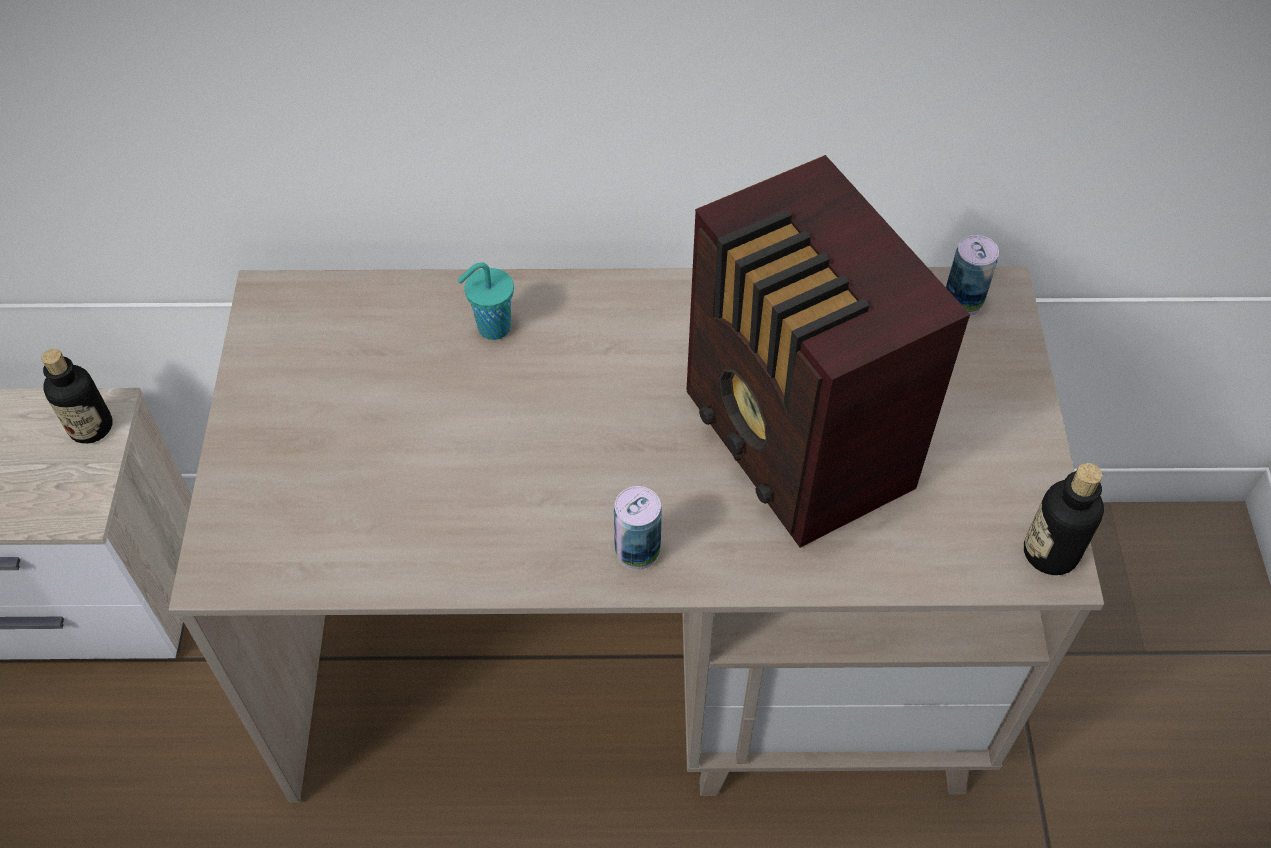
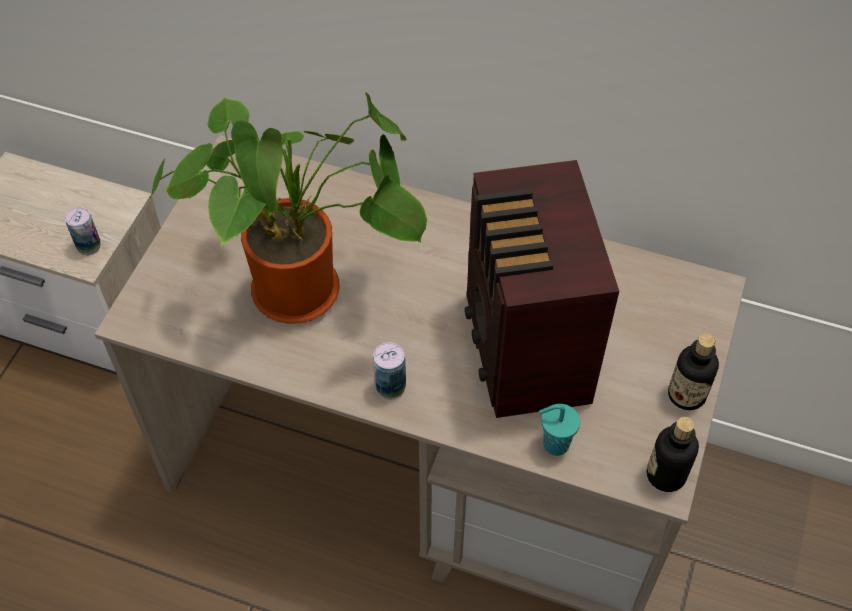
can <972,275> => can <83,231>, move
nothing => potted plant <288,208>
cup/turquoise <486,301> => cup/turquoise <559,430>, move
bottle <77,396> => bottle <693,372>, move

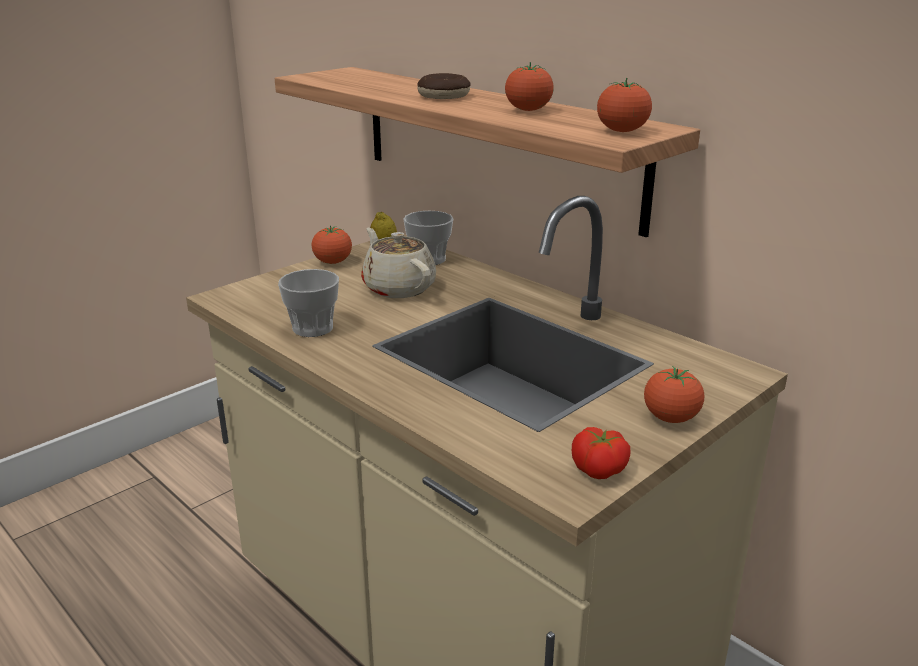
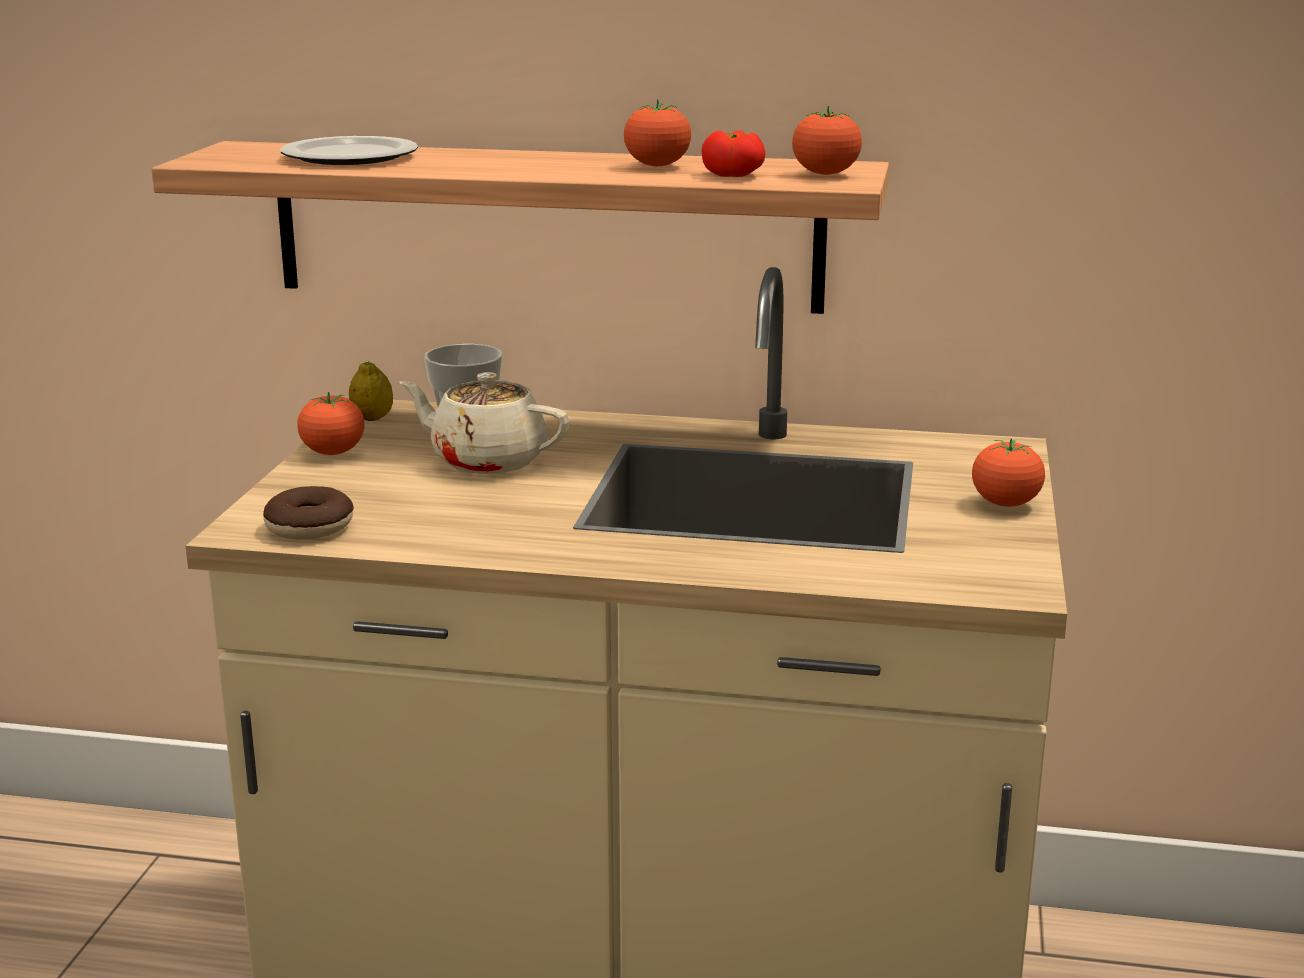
donut <443,86> => donut <308,512>, move
nothing => plate <349,150>
tomato <601,453> => tomato <733,154>, move
cup <308,303> => nothing

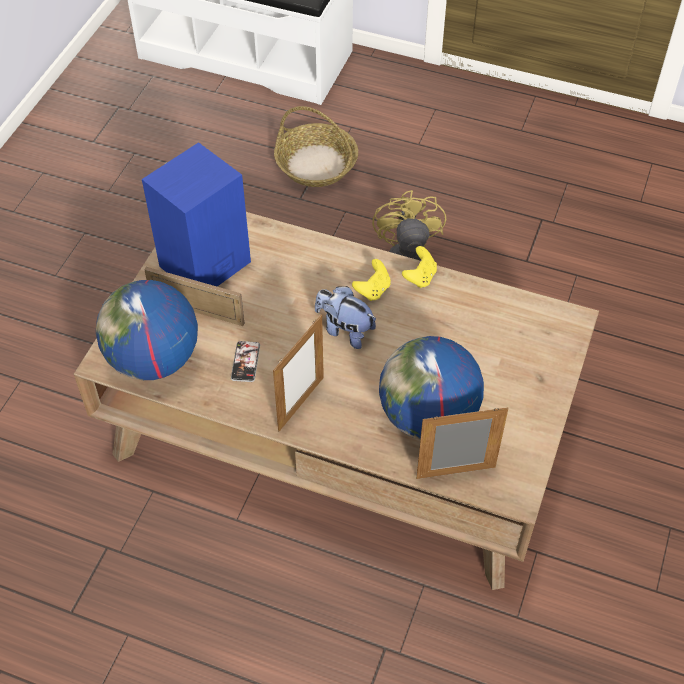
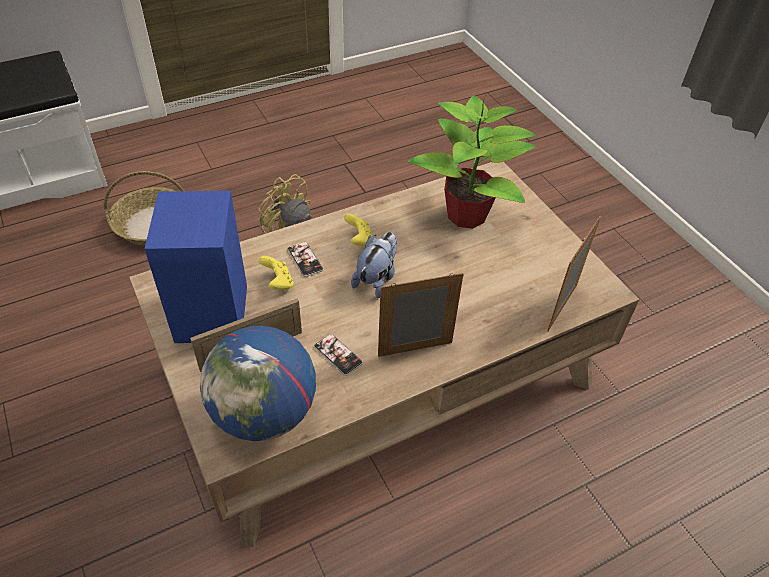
game controller/yellow <419,267> => game controller/yellow <276,273>, move
nothing => phone <306,259>
plush toy <345,317> => plush toy <374,265>, 135 degrees clockwise
picture frame <298,373> => picture frame <420,315>, 90 degrees counterclockwise
nothing => potted plant <472,161>
globe <431,387> => nothing

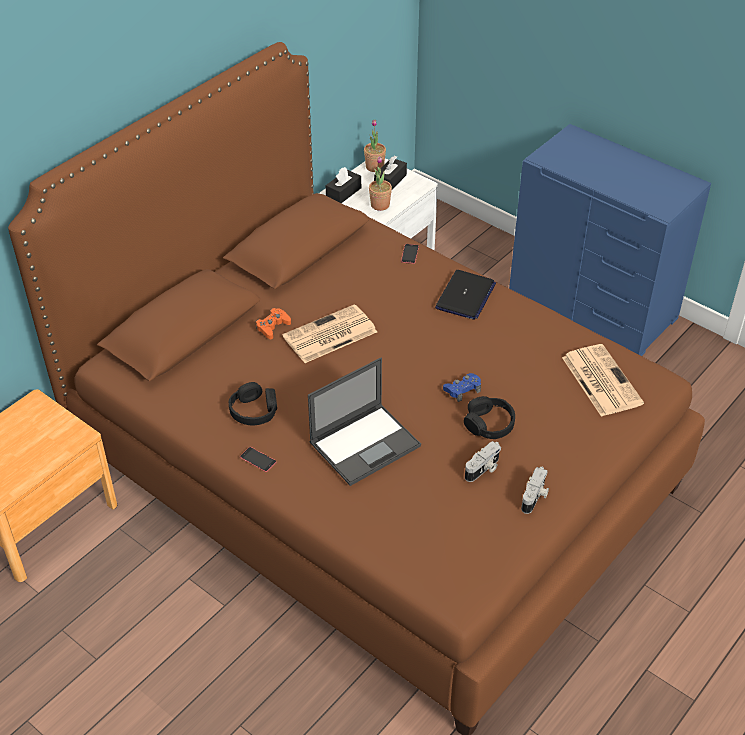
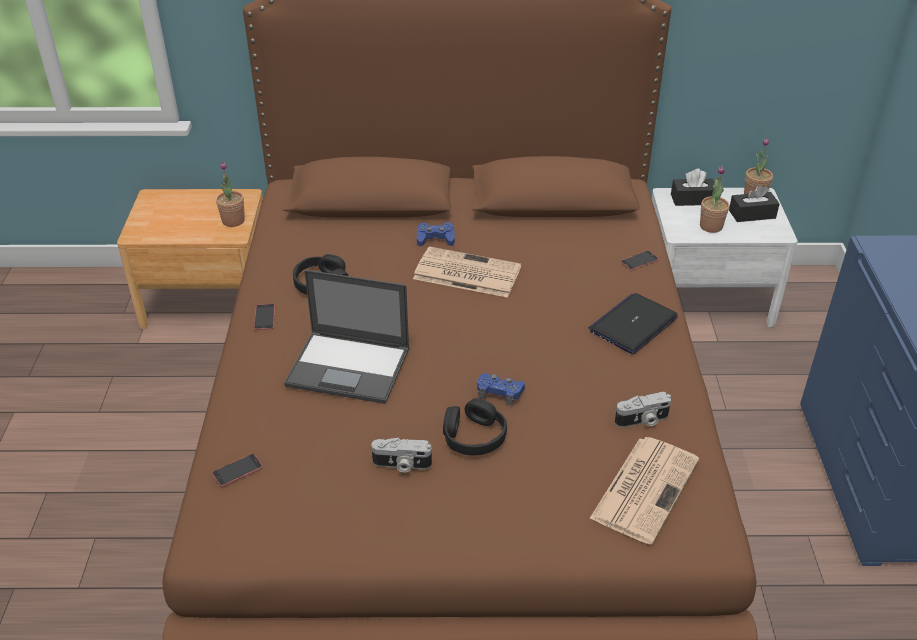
nothing => phone <237,470>
nothing => potted plant <230,194>
game controller/orange <273,323> => game controller/blue <436,234>
laptop <465,295> => laptop <633,323>, 150 degrees clockwise
photo camera <535,490> => photo camera <643,410>, move

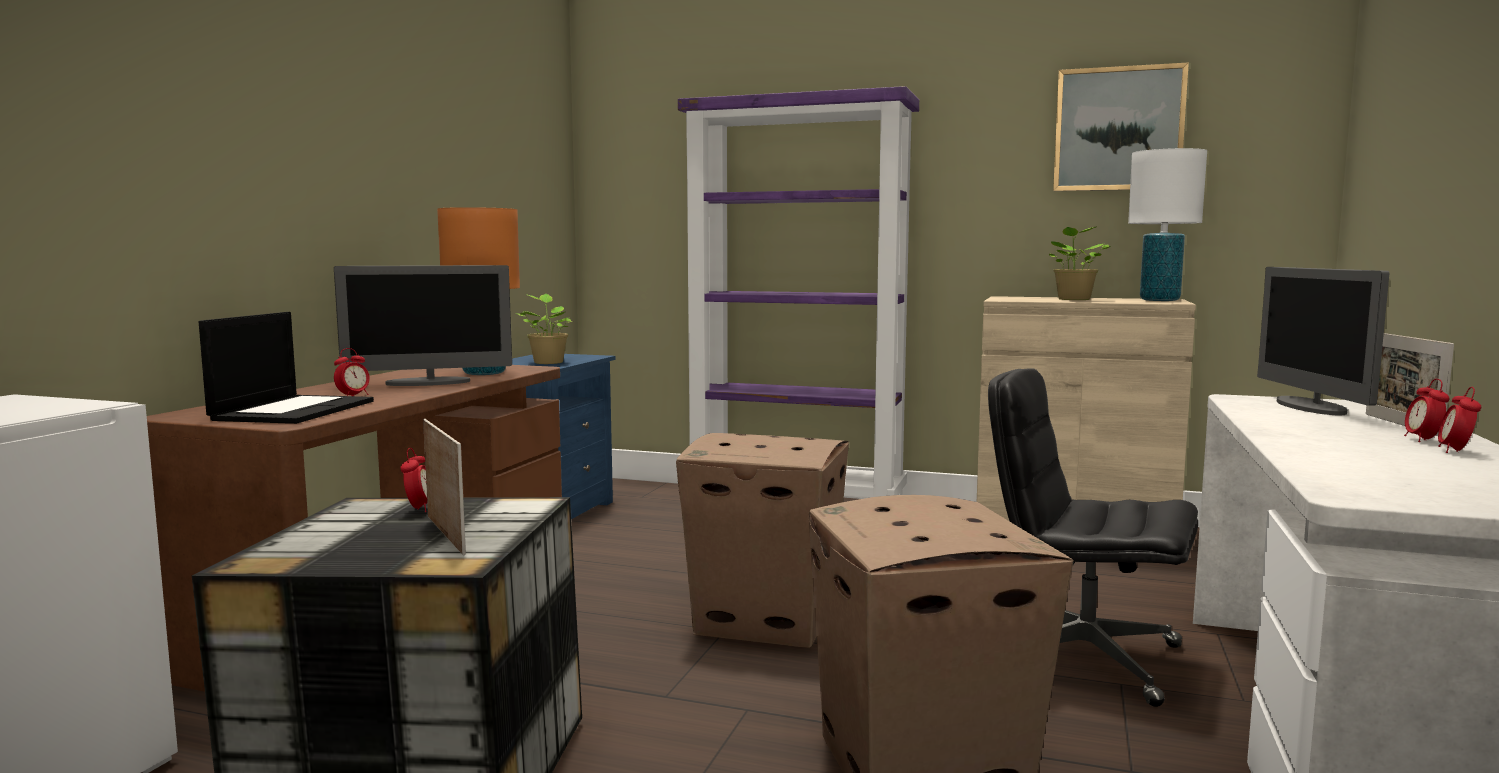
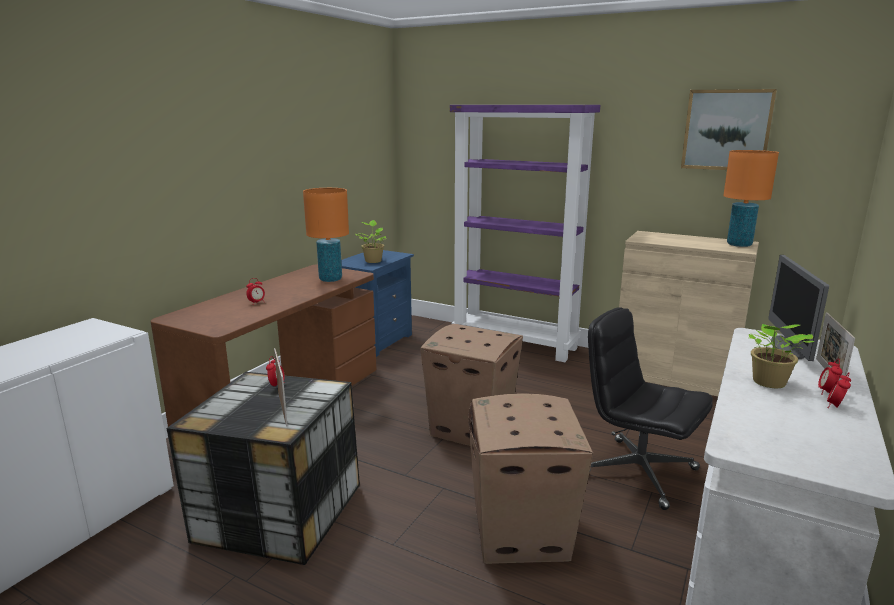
table lamp/white <1167,224> => table lamp/orange <751,198>
potted plant <1080,263> => potted plant <782,356>, move
laptop <286,368> => nothing
monitor <423,325> => nothing

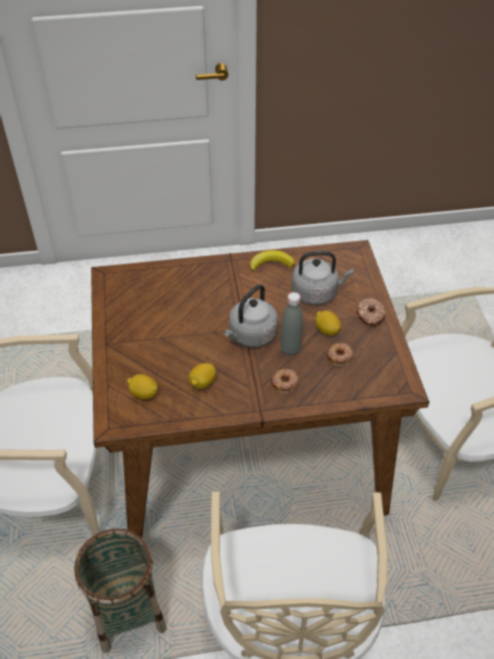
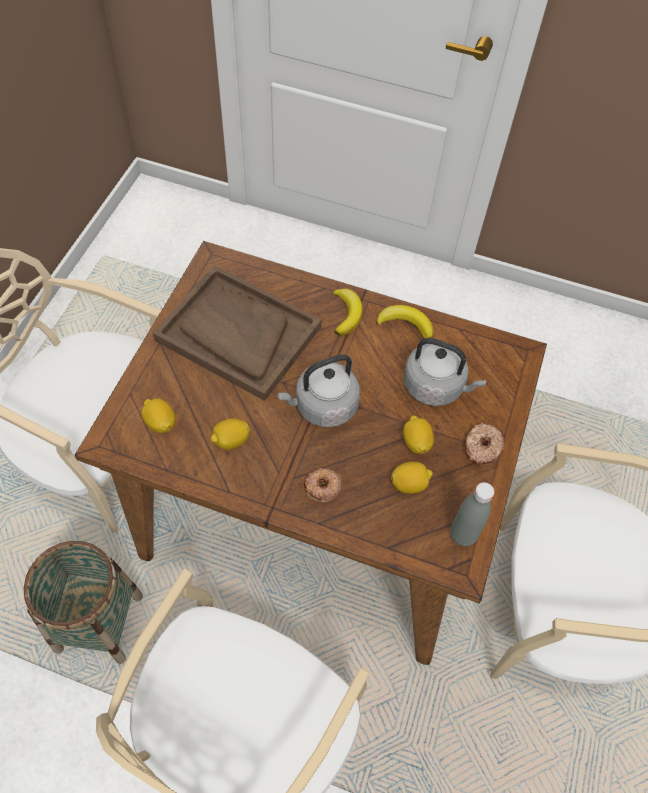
nothing => tray/brown <237,333>
nothing => banana <348,312>
donut <339,354> => lemon <412,478>
bottle/grey <291,324> => bottle/grey <472,514>, move

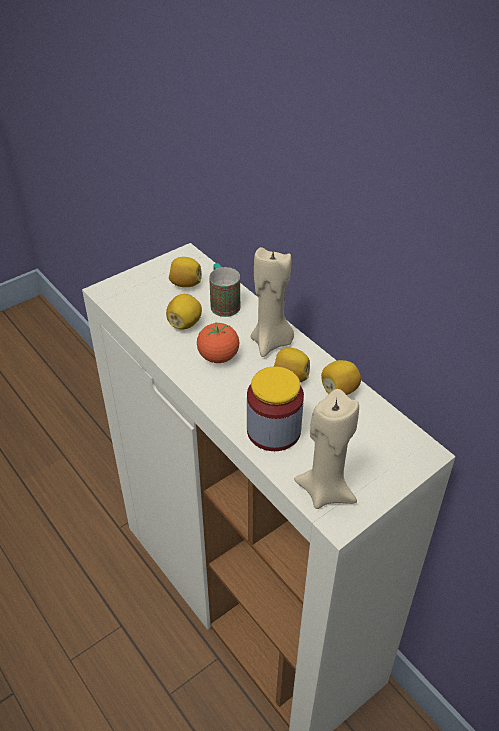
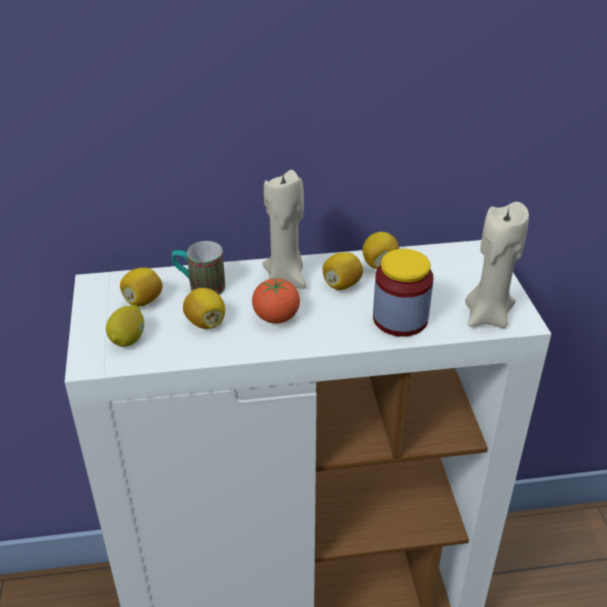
nothing => lemon <125,326>

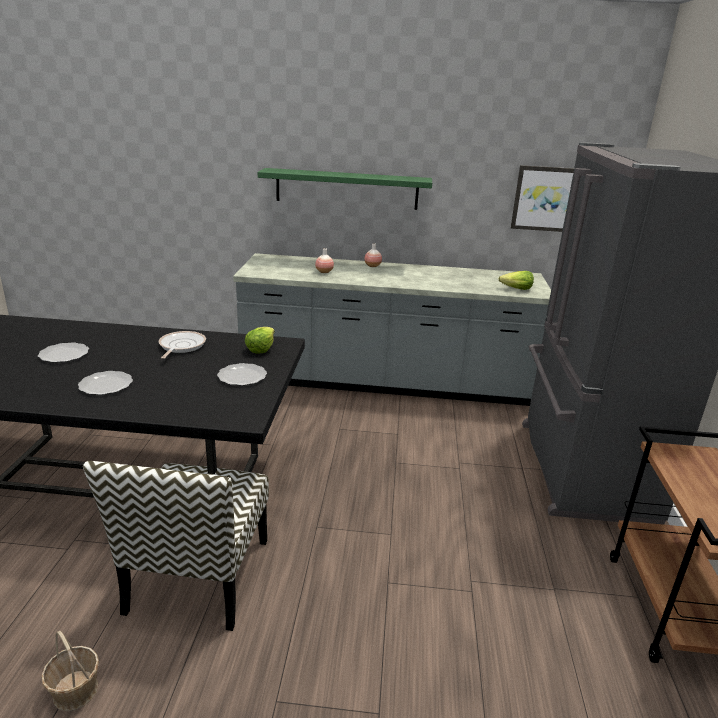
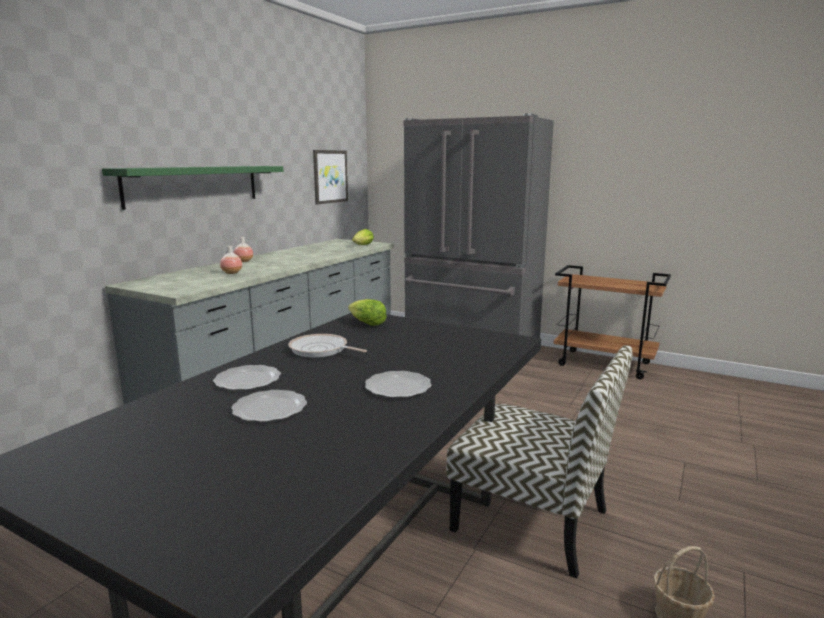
plate <242,374> => plate <247,377>, move

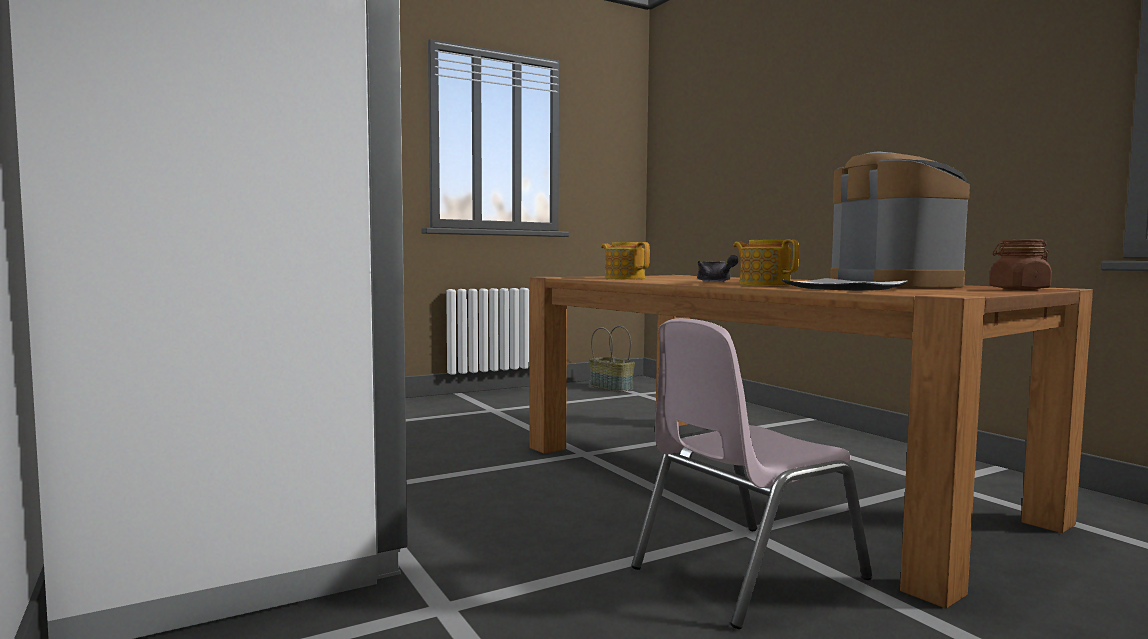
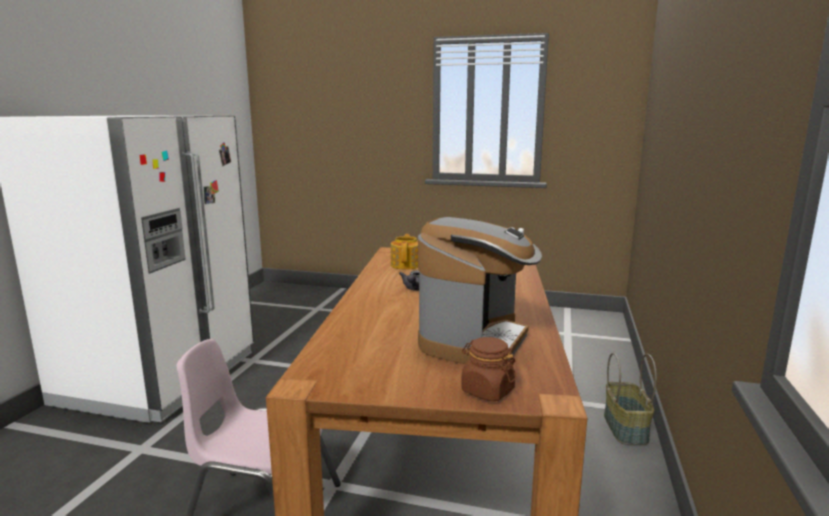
basket <612,359> => basket <630,399>, move
teapot <766,262> => nothing
plate <845,284> => nothing

